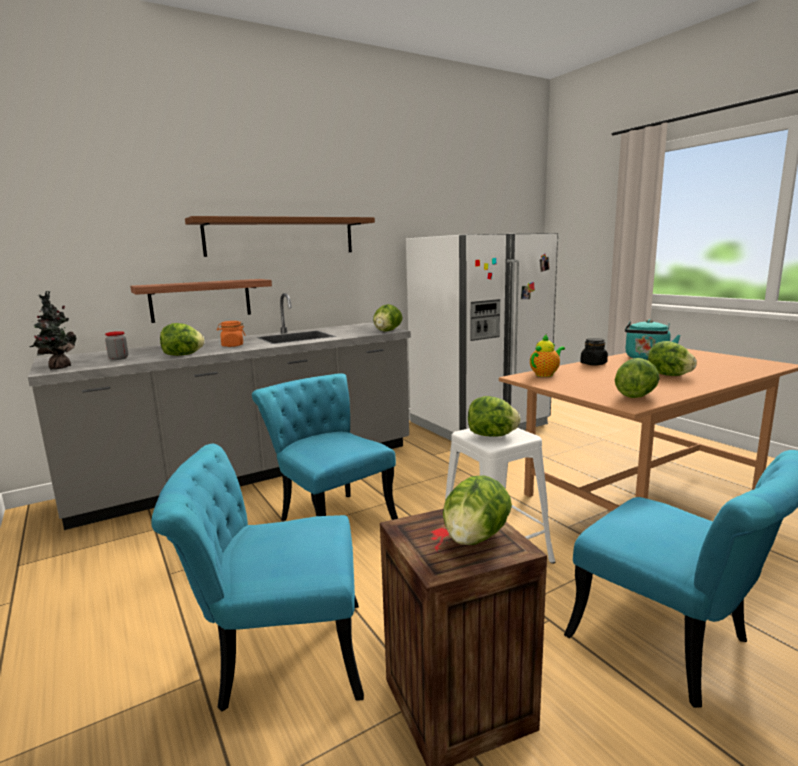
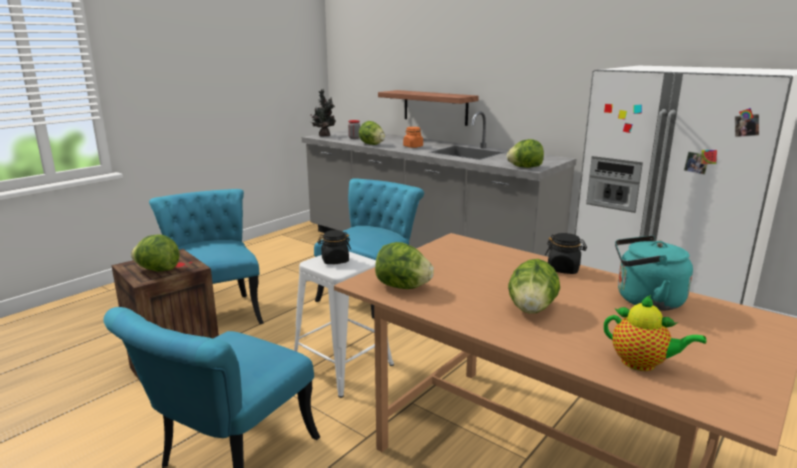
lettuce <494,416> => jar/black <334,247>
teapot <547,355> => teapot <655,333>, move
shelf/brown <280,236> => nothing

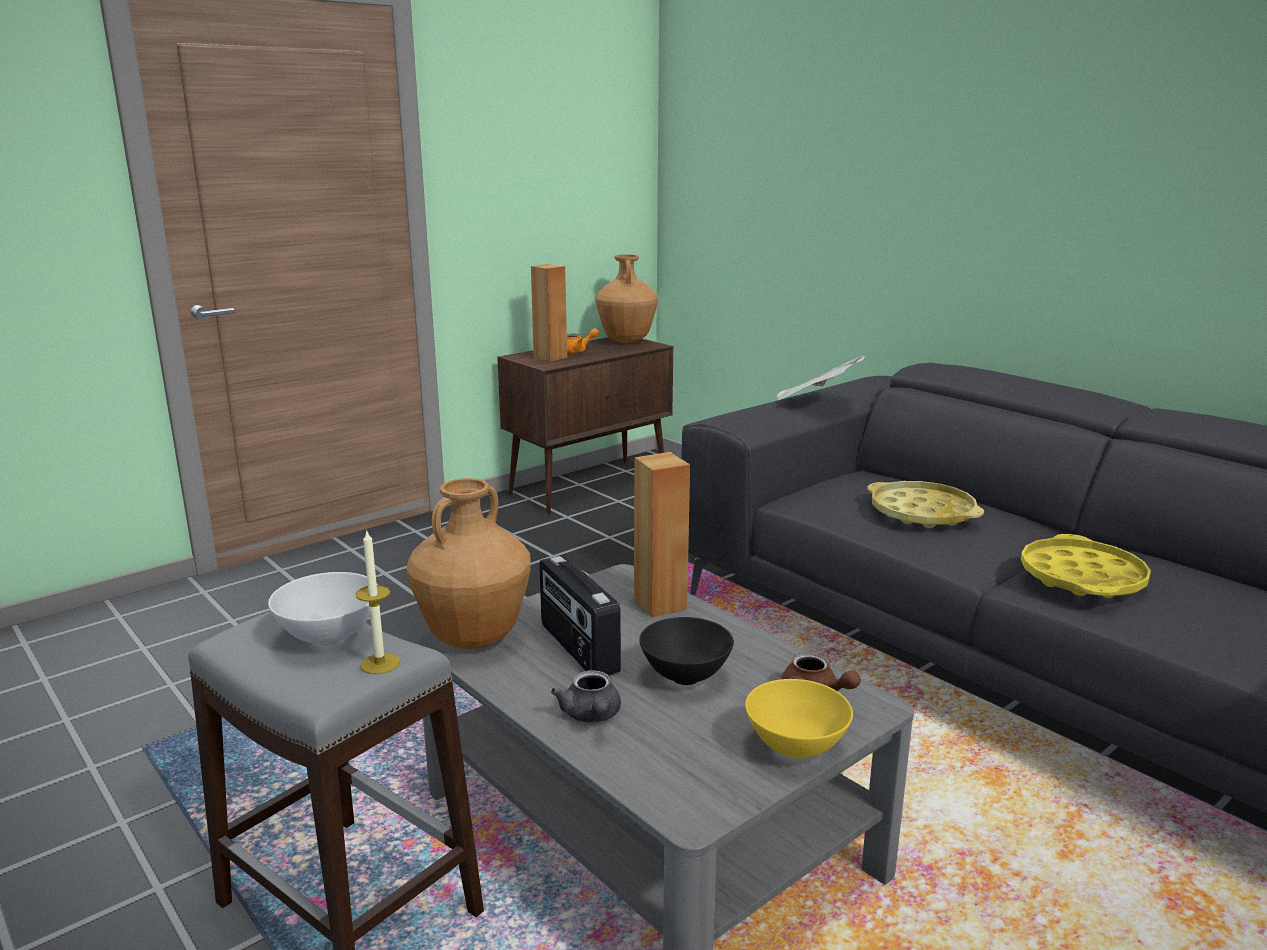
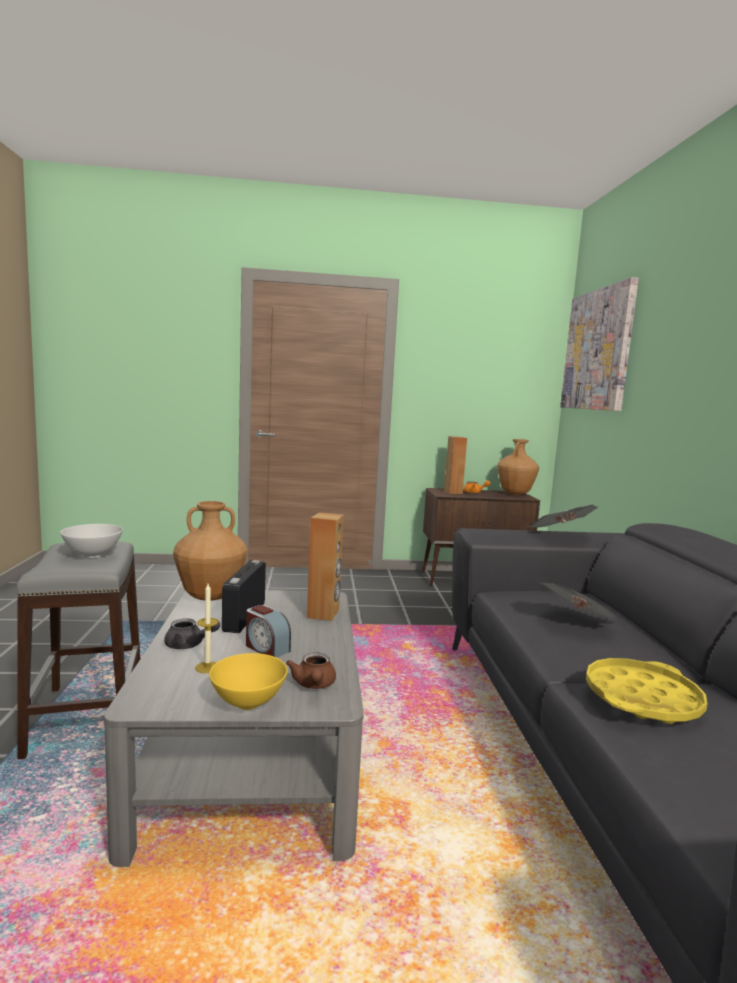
teapot/grey <586,696> => teapot/grey <192,633>, 105 degrees counterclockwise
candle <377,601> => candle <206,628>, move
bowl/black <686,651> => alarm clock <268,631>
tray/yellow <925,504> => newspaper <580,601>
nothing => picture <599,344>

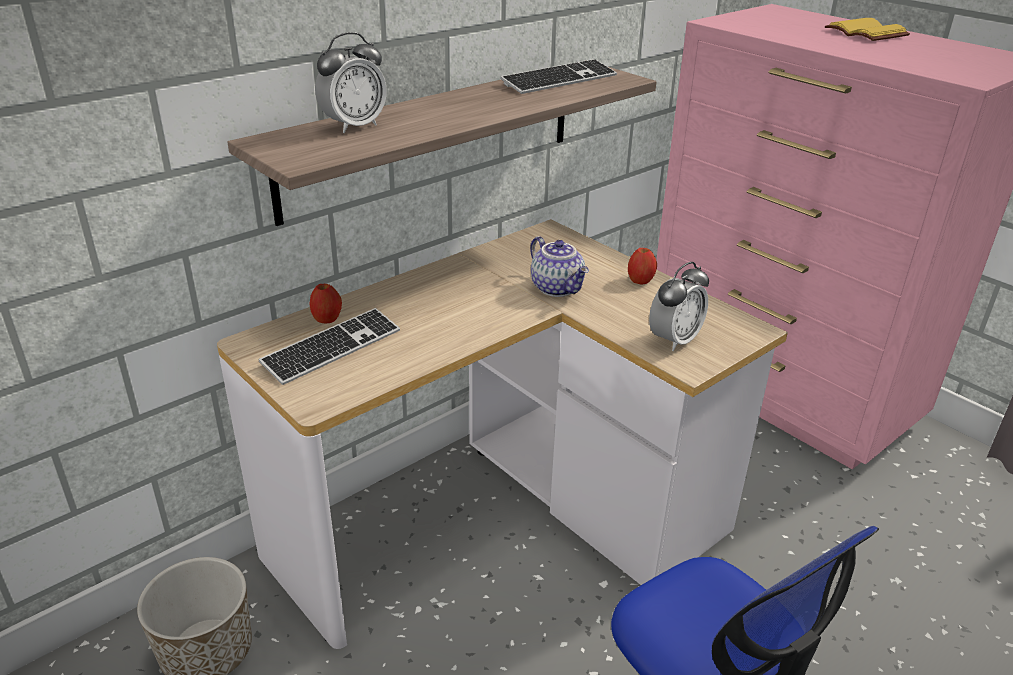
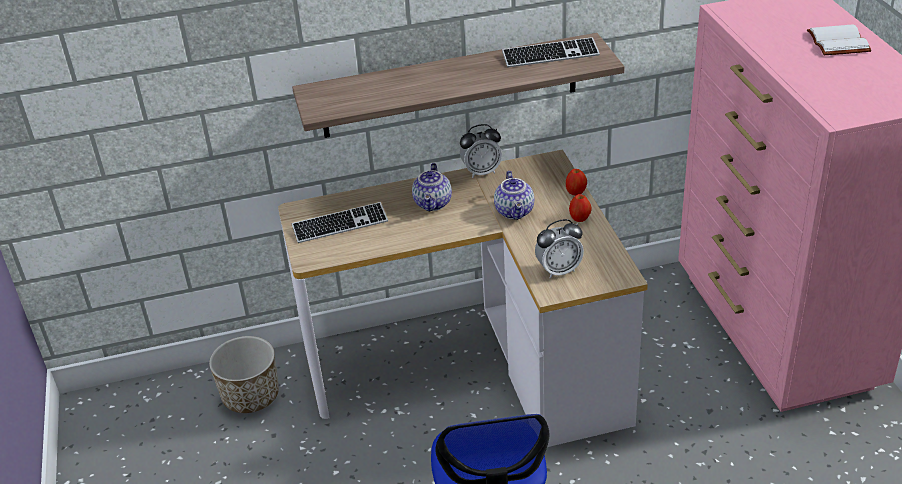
nothing => teapot <432,187>
alarm clock <351,82> => alarm clock <481,151>, move
apple <325,303> => apple <576,182>, move
book/yellow <867,29> => book/white <839,39>

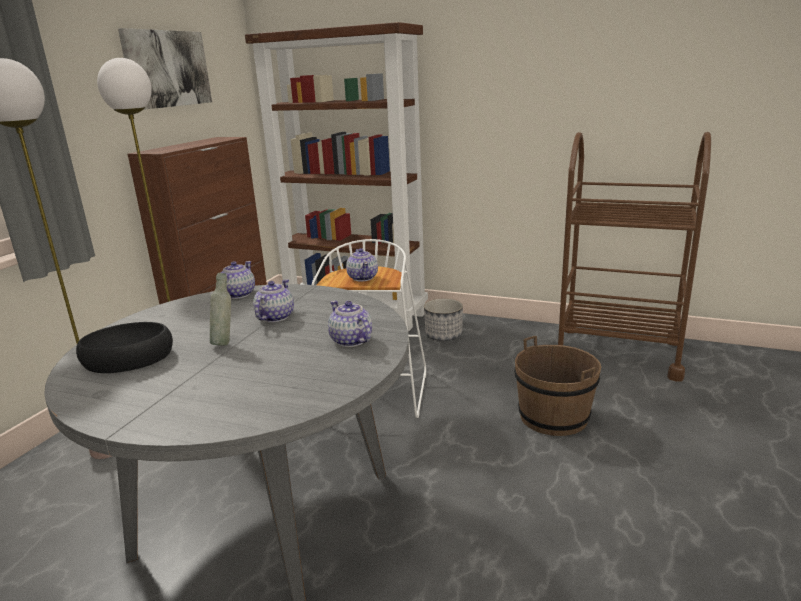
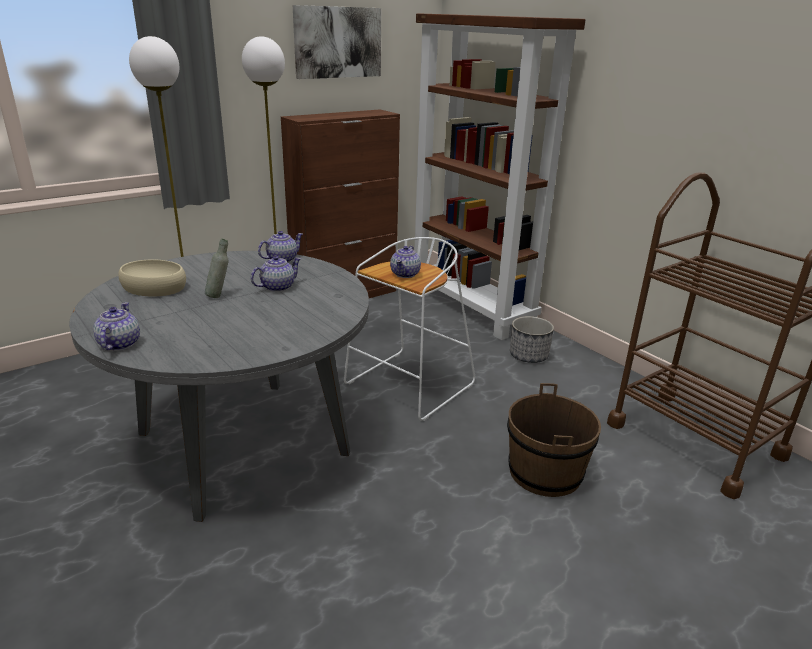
teapot <350,324> => teapot <116,326>, move
bowl/black <124,347> => bowl/beige <152,278>

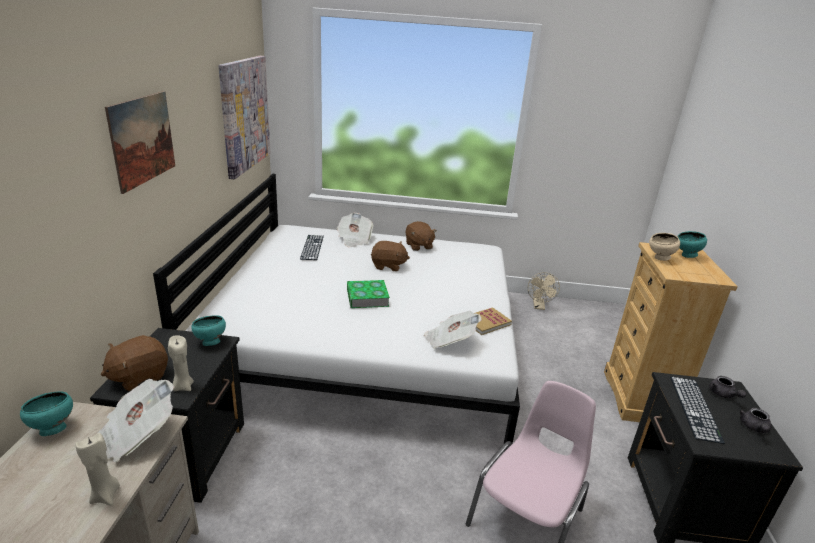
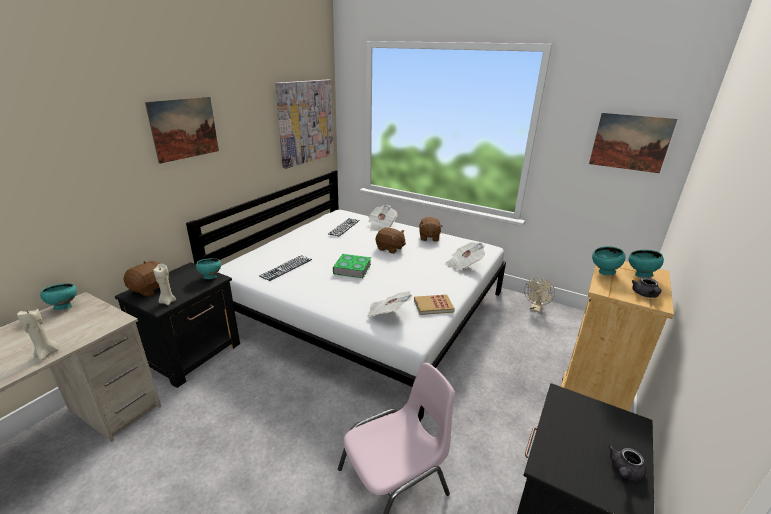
plush toy/brown <134,363> => plush toy/brown <142,279>, 135 degrees clockwise
keyboard <697,410> => keyboard <285,268>, move
newspaper <136,420> => newspaper <465,256>, move
nothing => picture <633,143>
bowl/beige <664,247> => bowl/turquoise <609,260>
teapot/grey <727,387> => teapot/grey <646,287>, move

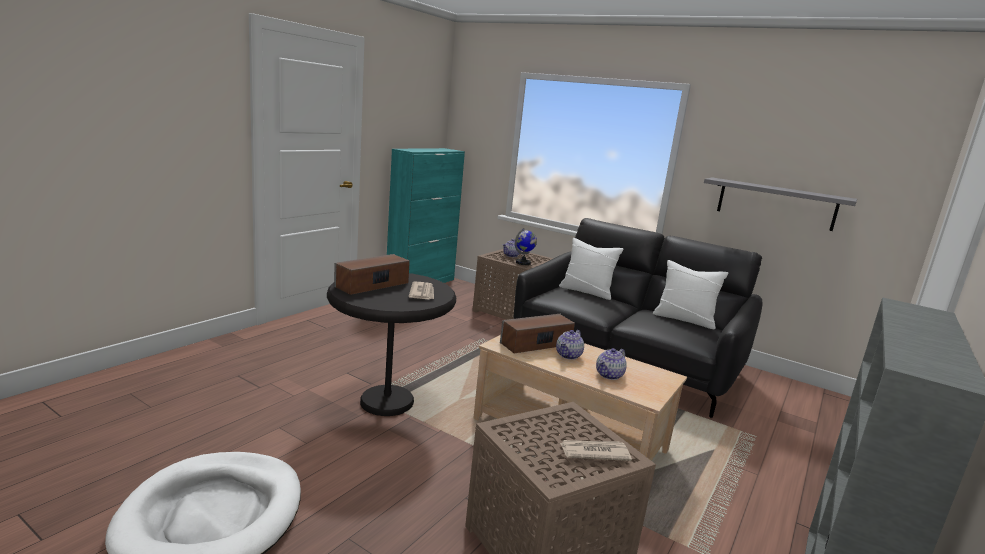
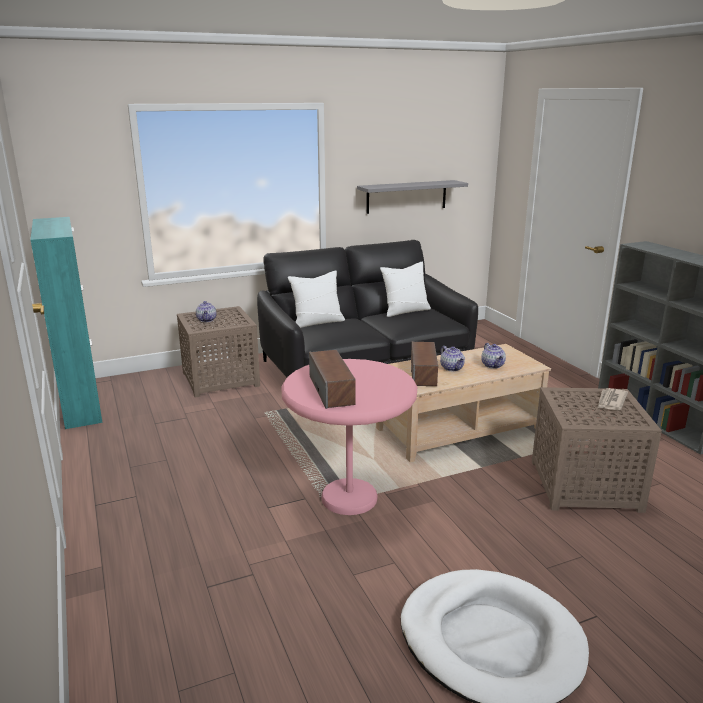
side table/black <391,344> => side table/pink <349,437>
newspaper <421,290> => nothing
globe <526,246> => nothing

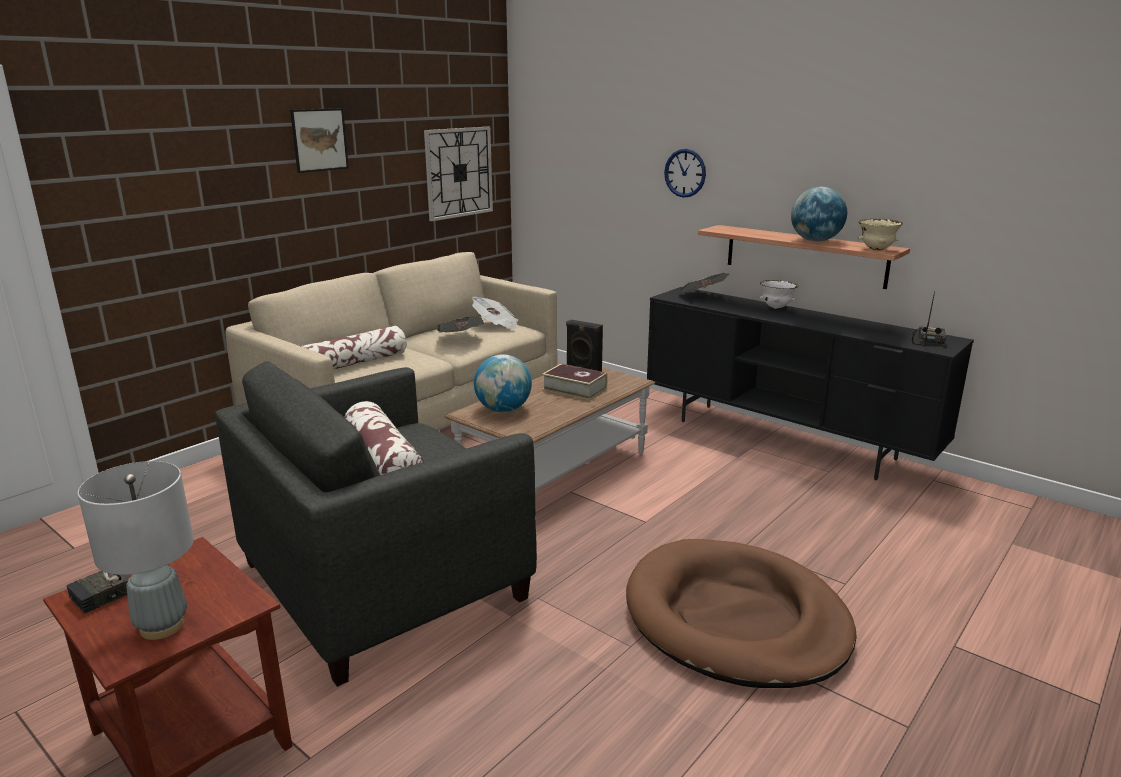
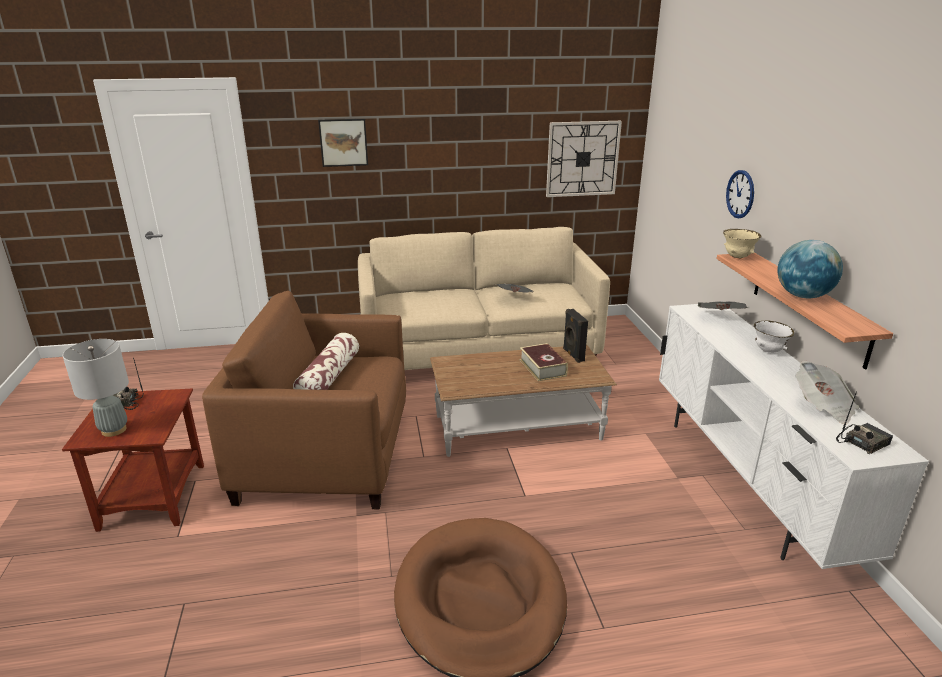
armchair/grey <376,524> => armchair/brown <304,400>
picture <319,140> => picture <343,143>, move
tv stand/black <810,383> => tv stand/white <794,436>
bowl/beige <880,234> => bowl/beige <742,244>, move
newspaper <495,313> => newspaper <827,393>, move
pillow <353,348> => nothing
globe <503,383> => nothing

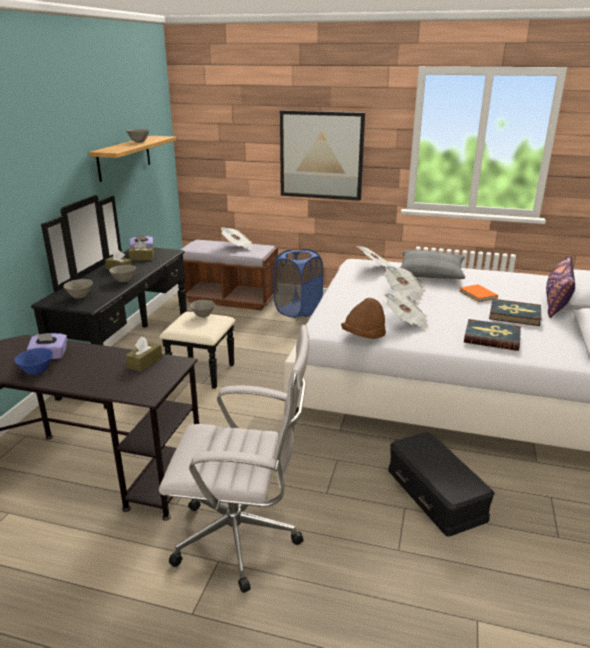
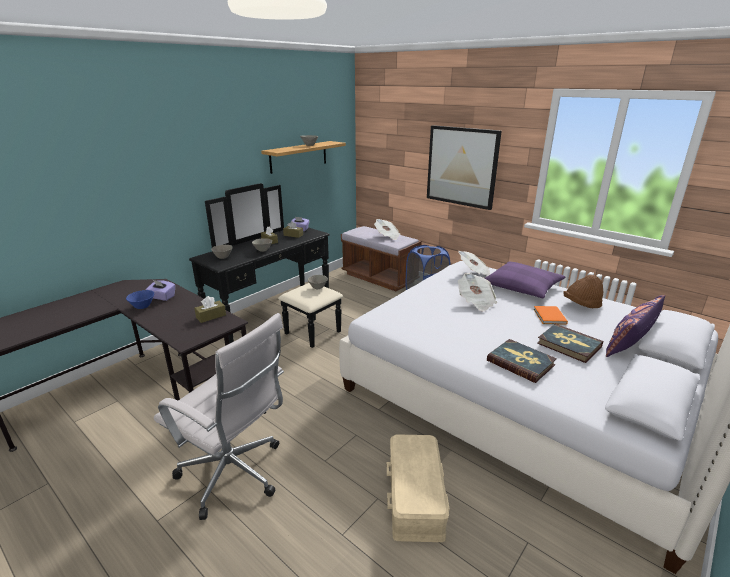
storage box/black <441,484> => storage box/beige <418,488>
pillow/grey <432,264> => pillow/purple <525,280>
hat/brown <363,318> => hat/brown <583,291>, move
newspaper <406,311> => nothing

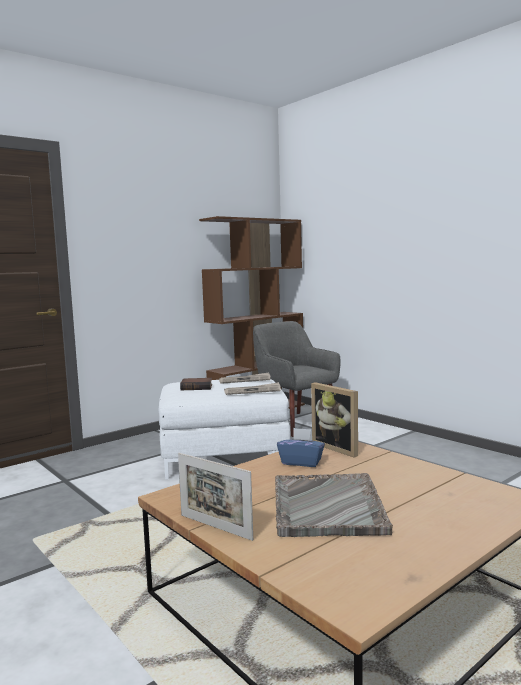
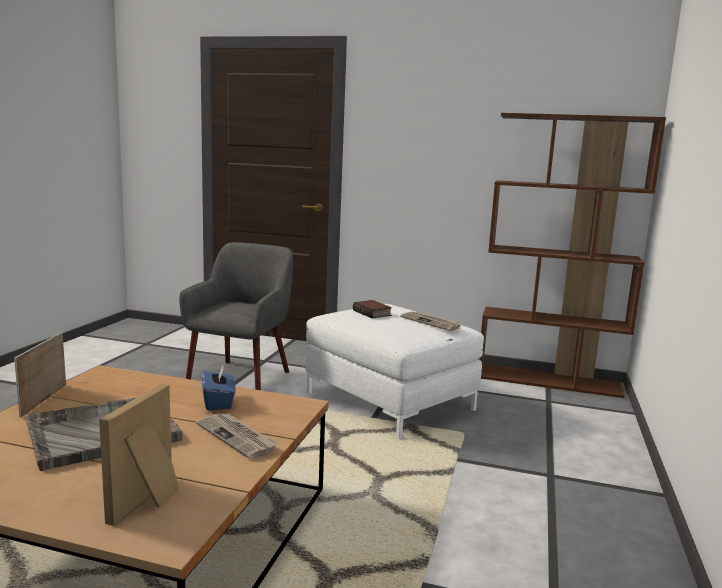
picture frame <334,420> => picture frame <139,455>, move
armchair/grey <297,379> => armchair/grey <236,316>, move
newspaper <252,388> => newspaper <237,436>, move

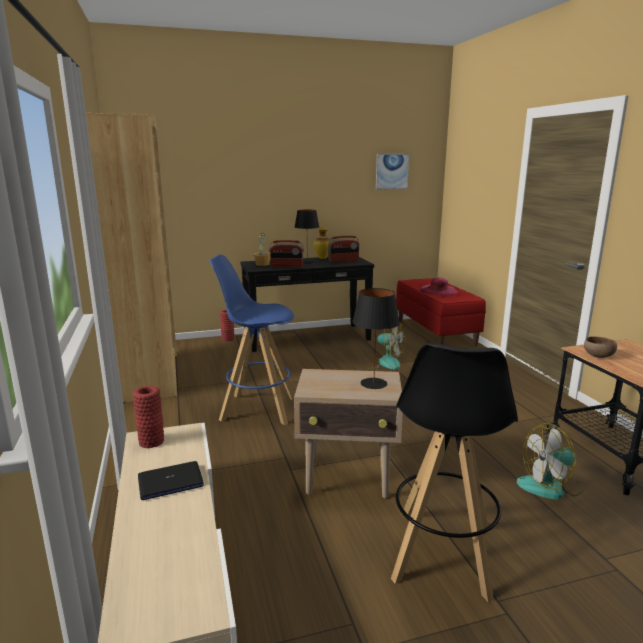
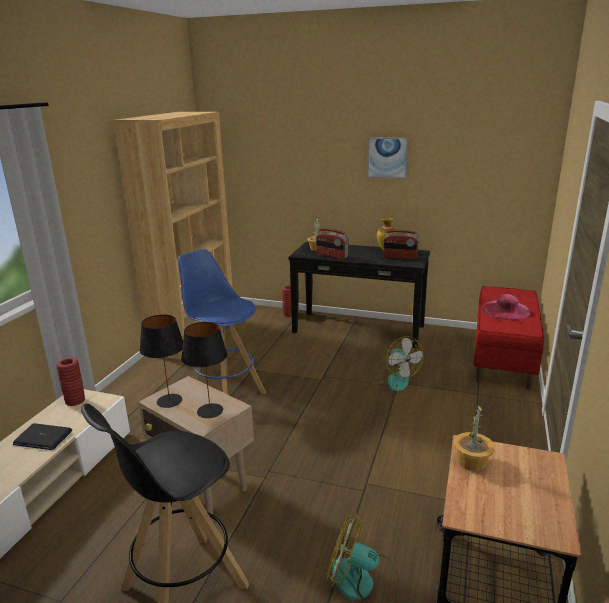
table lamp/black <307,237> => table lamp/black <161,361>, move
picture <392,172> => picture <388,157>, move
bowl/brown <600,347> => potted plant <474,437>

